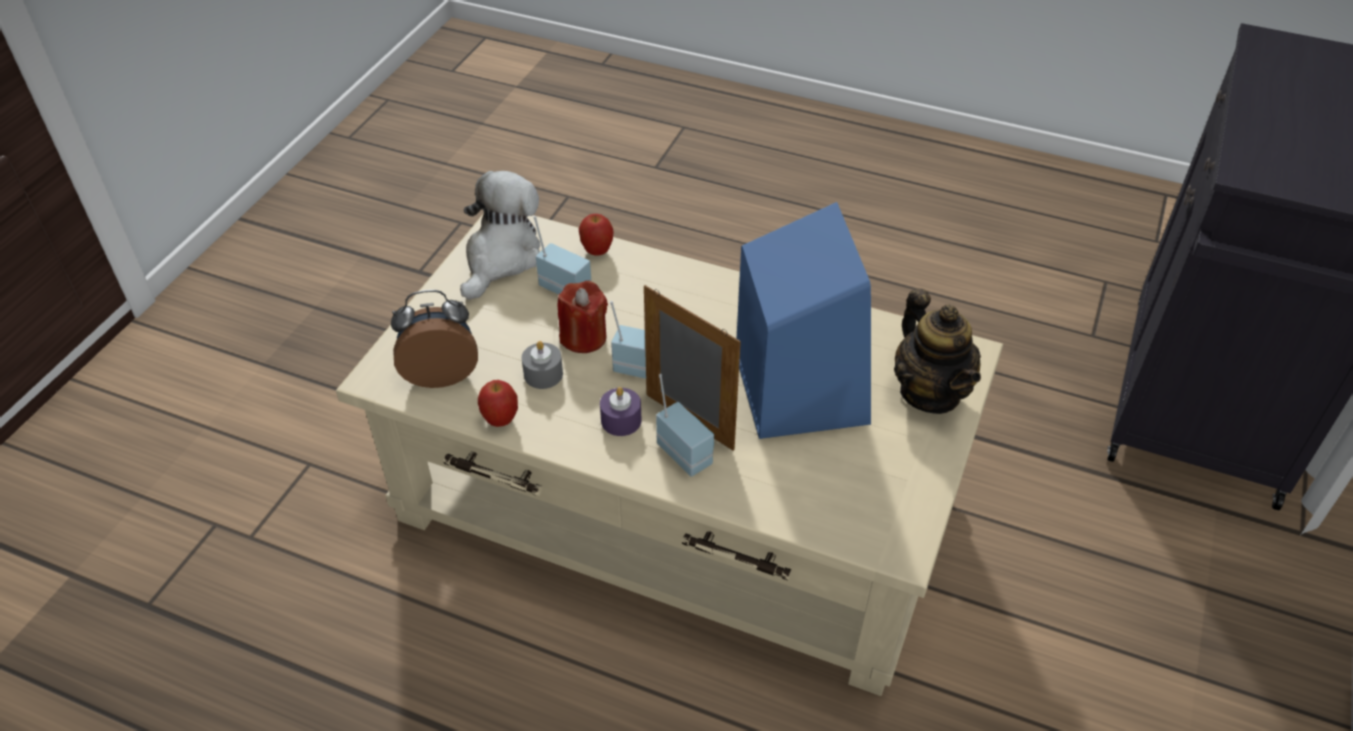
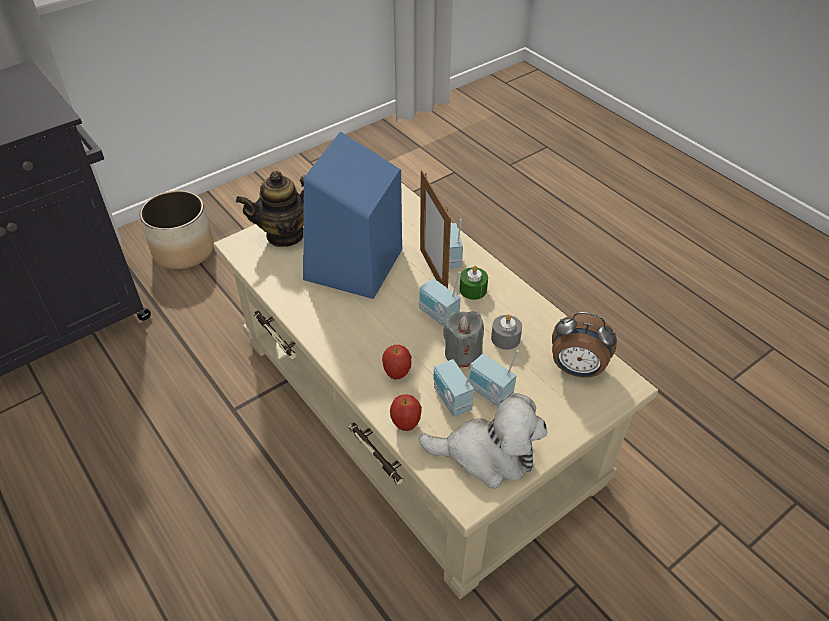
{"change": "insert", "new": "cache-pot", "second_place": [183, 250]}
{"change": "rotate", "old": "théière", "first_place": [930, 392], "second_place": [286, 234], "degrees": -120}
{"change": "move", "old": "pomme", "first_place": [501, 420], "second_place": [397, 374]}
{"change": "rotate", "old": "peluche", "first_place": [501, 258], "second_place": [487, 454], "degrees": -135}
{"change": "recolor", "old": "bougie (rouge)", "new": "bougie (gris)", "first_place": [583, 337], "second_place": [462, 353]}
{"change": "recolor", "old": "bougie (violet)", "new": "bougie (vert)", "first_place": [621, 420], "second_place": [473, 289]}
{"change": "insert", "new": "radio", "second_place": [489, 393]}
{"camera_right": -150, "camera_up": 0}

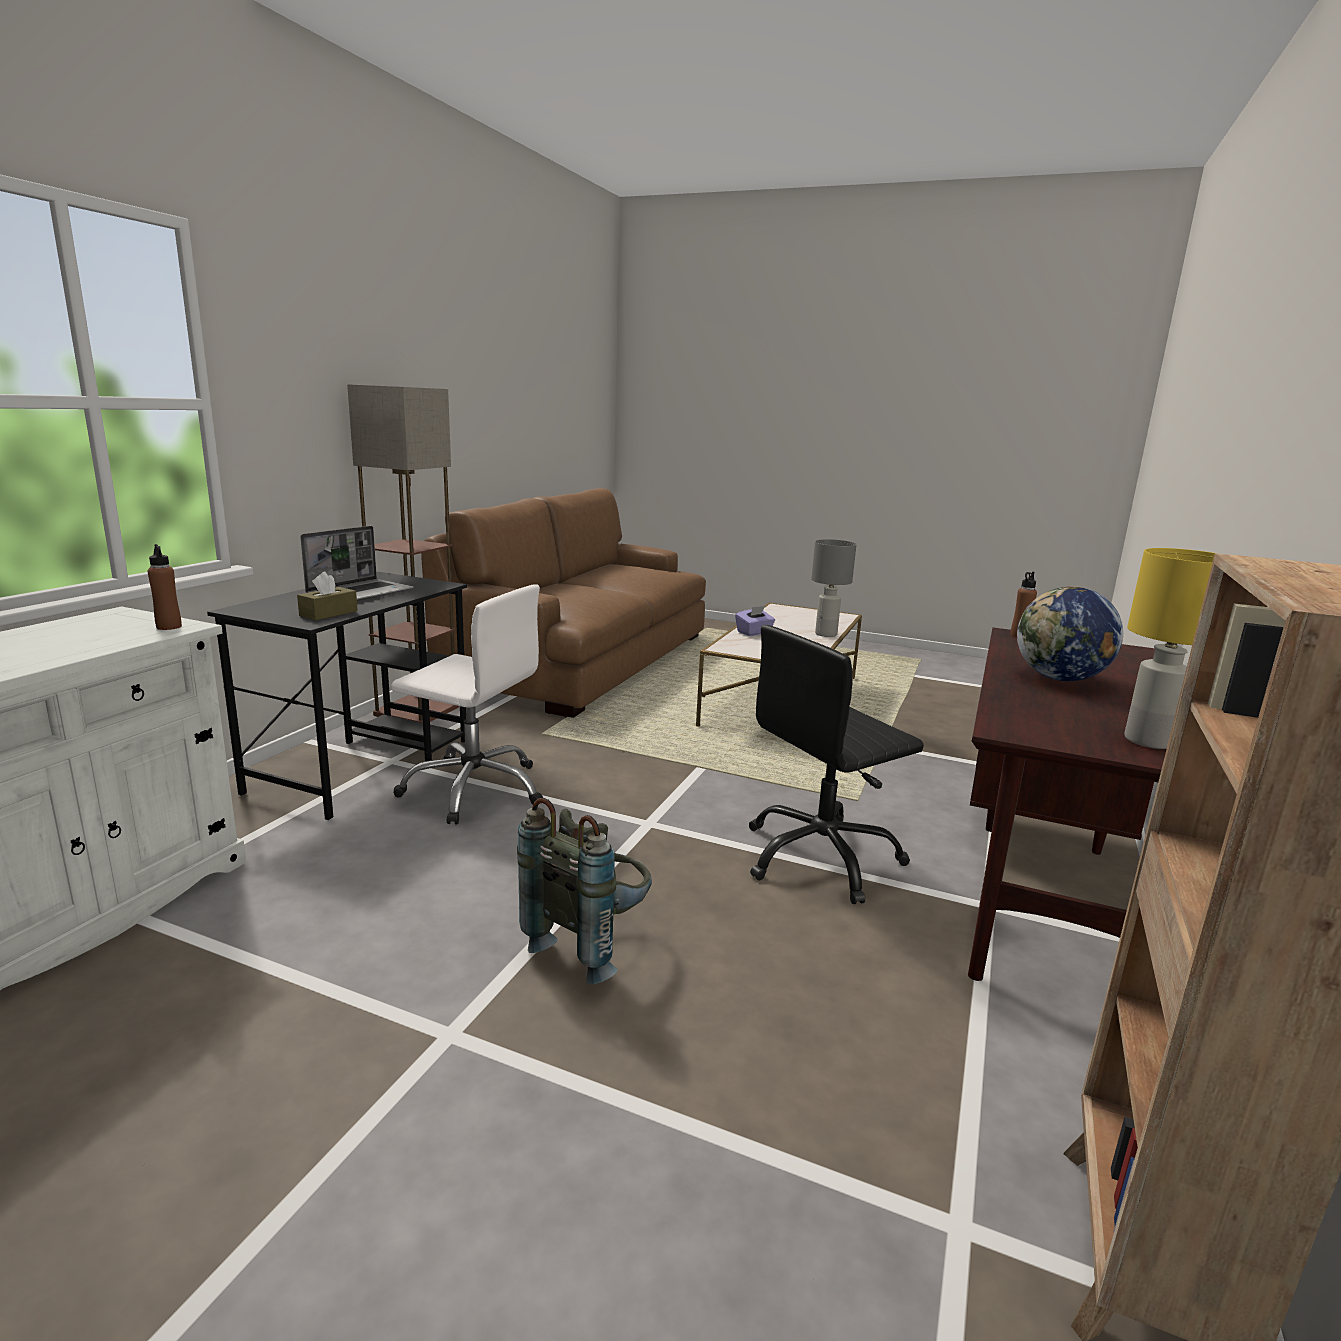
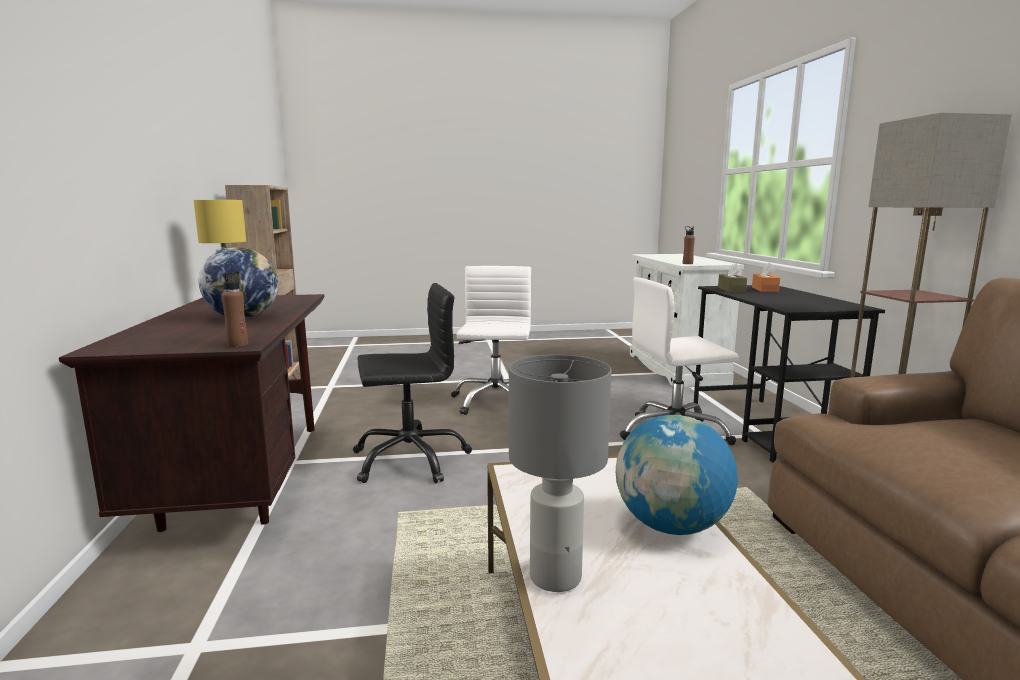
{"change": "rotate", "old": "chaise de bureau (noir)", "first_place": [821, 857], "second_place": [410, 459], "degrees": 45}
{"change": "replace", "old": "sac à dos (gris)", "new": "chaise de bureau (blanc)", "first_place": [590, 942], "second_place": [495, 401]}
{"change": "replace", "old": "boîte à mouchoirs (violet)", "new": "globe", "first_place": [754, 632], "second_place": [671, 526]}
{"change": "insert", "new": "boîte à mouchoirs (orange)", "second_place": [764, 289]}
{"change": "delete", "old": "ordinateur portable", "first_place": [361, 593]}
{"camera_right": 150, "camera_up": -5}

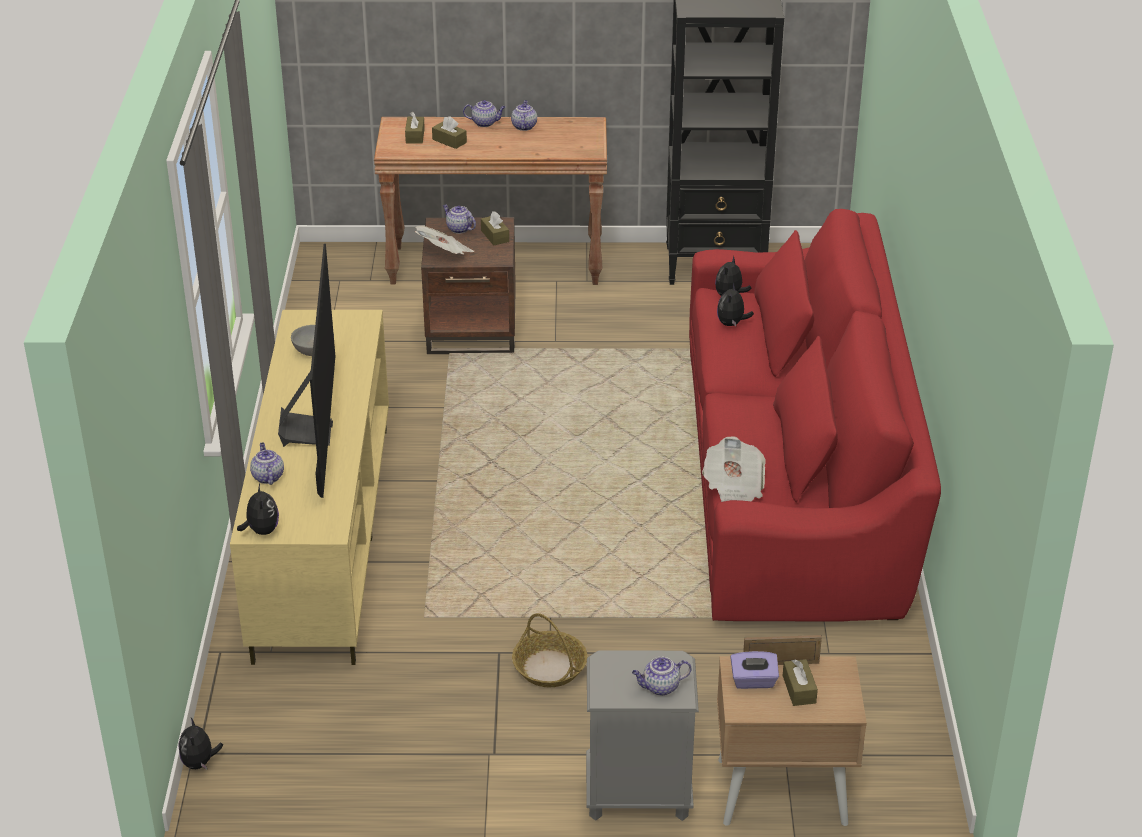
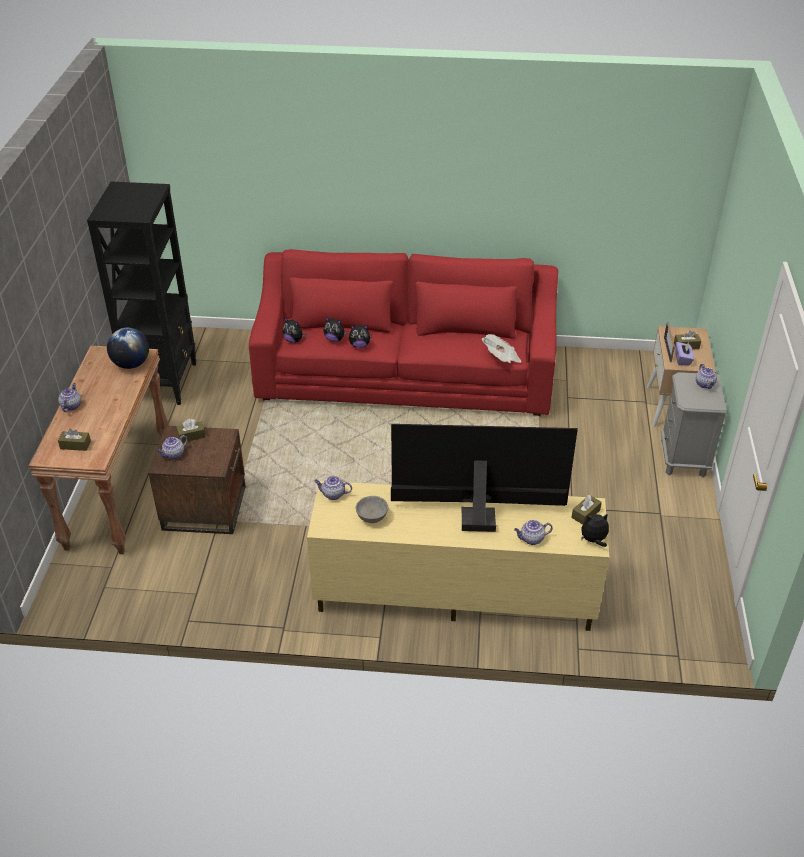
{"change": "insert", "new": "globe", "second_place": [131, 364]}
{"change": "move", "old": "théière", "first_place": [524, 126], "second_place": [333, 494]}
{"change": "move", "old": "peluche", "first_place": [200, 763], "second_place": [359, 345]}
{"change": "move", "old": "boîte à mouchoirs (marron)", "first_place": [449, 141], "second_place": [585, 514]}
{"change": "delete", "old": "journal", "first_place": [445, 254]}
{"change": "delete", "old": "panier", "first_place": [550, 668]}
{"camera_right": -85, "camera_up": 5}

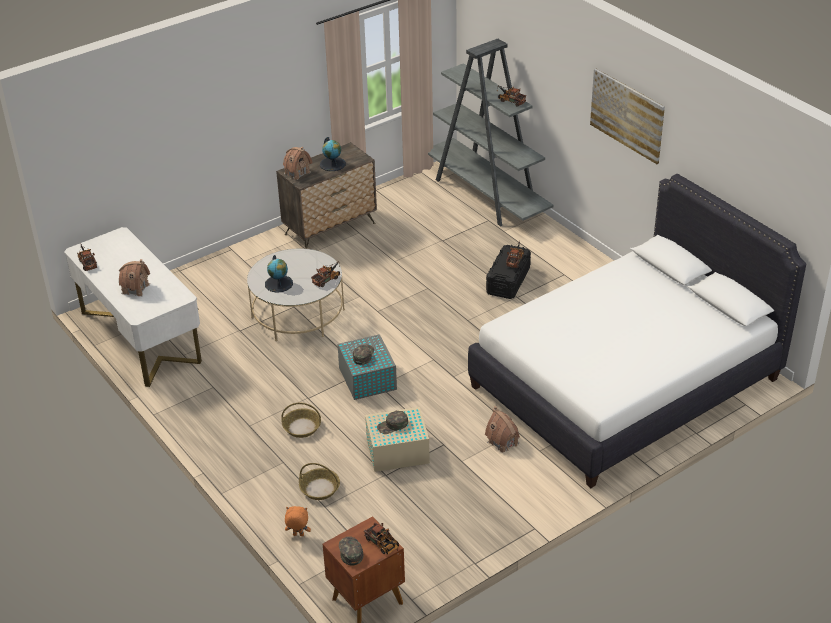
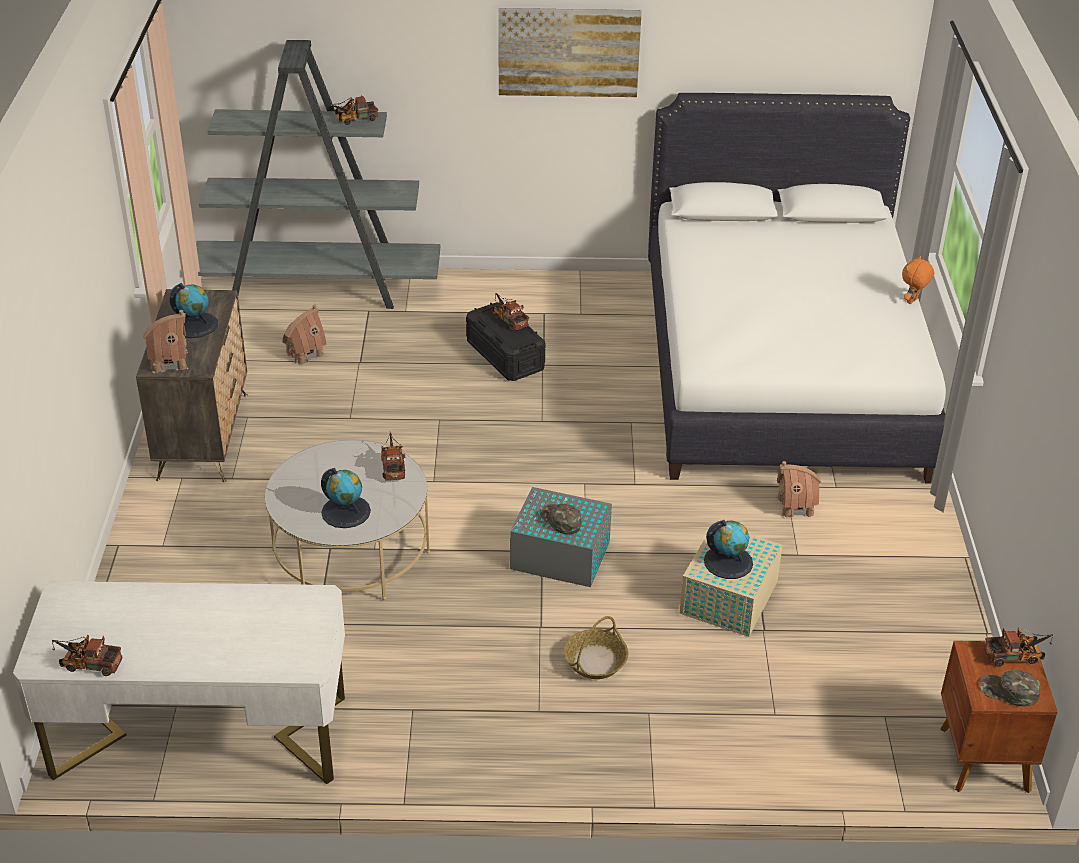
{"change": "move", "old": "maison miniature", "first_place": [136, 289], "second_place": [305, 353]}
{"change": "replace", "old": "casquette (vert)", "new": "globe", "first_place": [392, 425], "second_place": [728, 562]}
{"change": "move", "old": "peluche (orange)", "first_place": [298, 535], "second_place": [912, 301]}
{"change": "delete", "old": "panier", "first_place": [319, 488]}
{"camera_right": -55, "camera_up": 0}

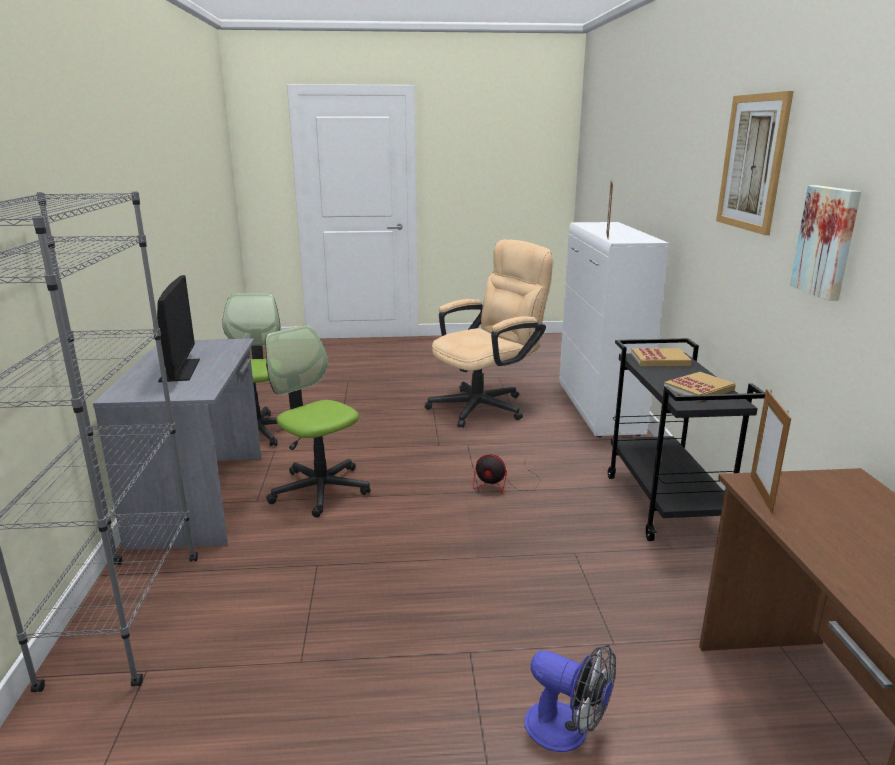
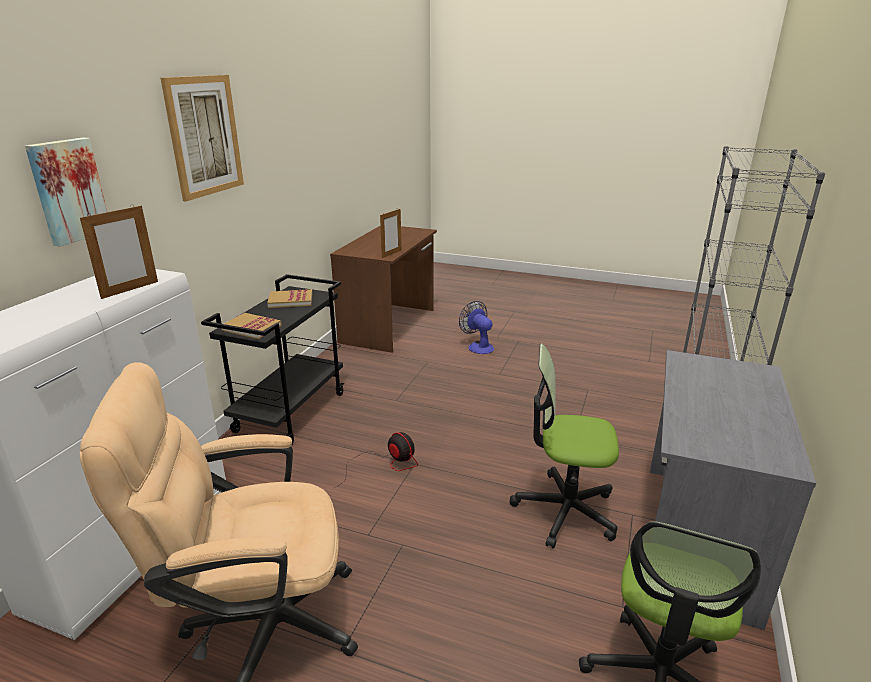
{"change": "move", "old": "tableau", "first_place": [827, 241], "second_place": [68, 191]}
{"change": "rotate", "old": "chaise de bureau", "first_place": [320, 490], "second_place": [565, 510], "degrees": 120}
{"change": "delete", "old": "écran d'ordinateur", "first_place": [180, 370]}
{"camera_right": -155, "camera_up": 5}

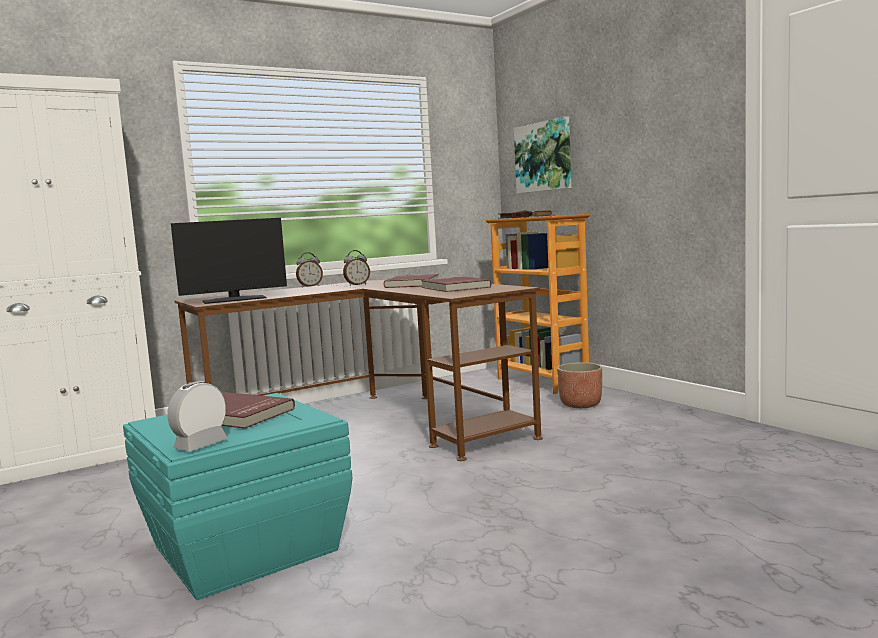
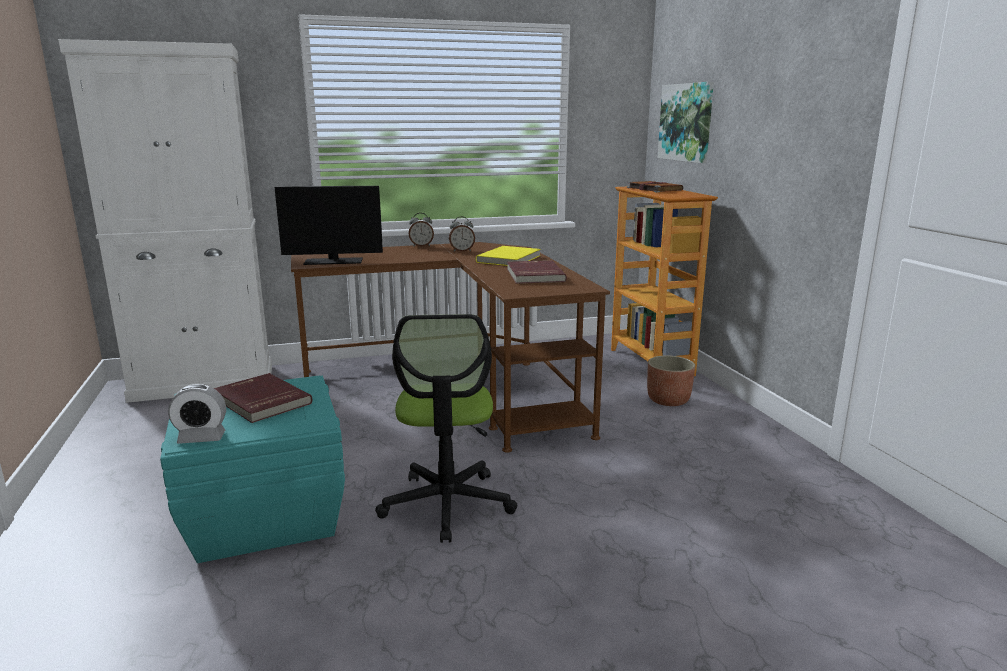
{"change": "rotate", "old": "réveil", "first_place": [201, 445], "second_place": [201, 438], "degrees": -150}
{"change": "insert", "new": "chaise de bureau", "second_place": [447, 504]}
{"change": "recolor", "old": "livre (rouge)", "new": "livre (jaune)", "first_place": [414, 284], "second_place": [510, 259]}
{"camera_right": 15, "camera_up": 10}

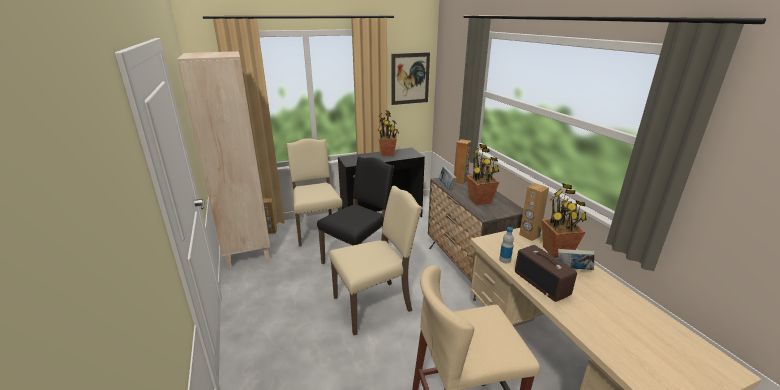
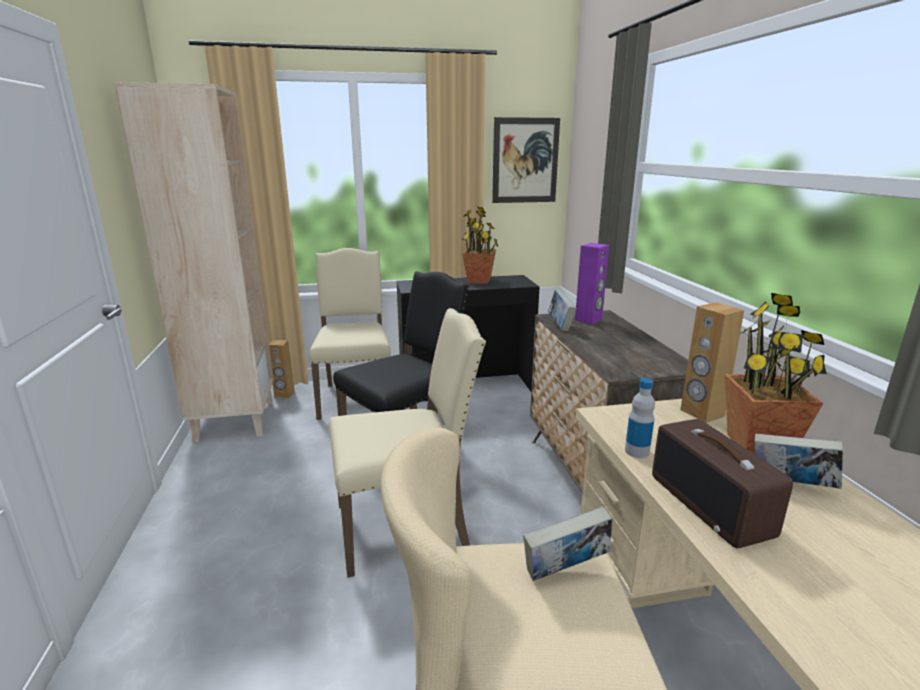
{"change": "insert", "new": "livre", "second_place": [565, 572]}
{"change": "recolor", "old": "enceinte (marron)", "new": "enceinte (violet)", "first_place": [460, 181], "second_place": [588, 320]}
{"change": "delete", "old": "plante en pot", "first_place": [480, 201]}
{"camera_right": 10, "camera_up": -5}

